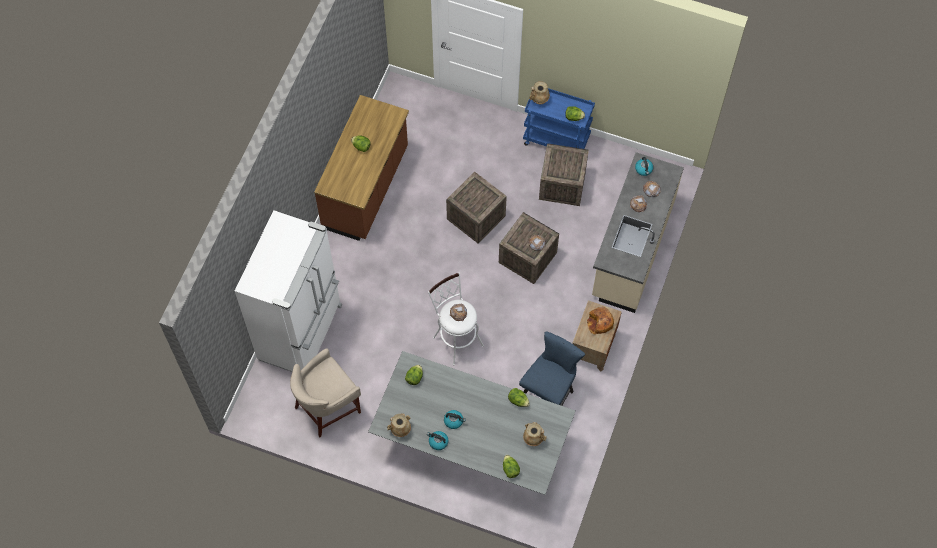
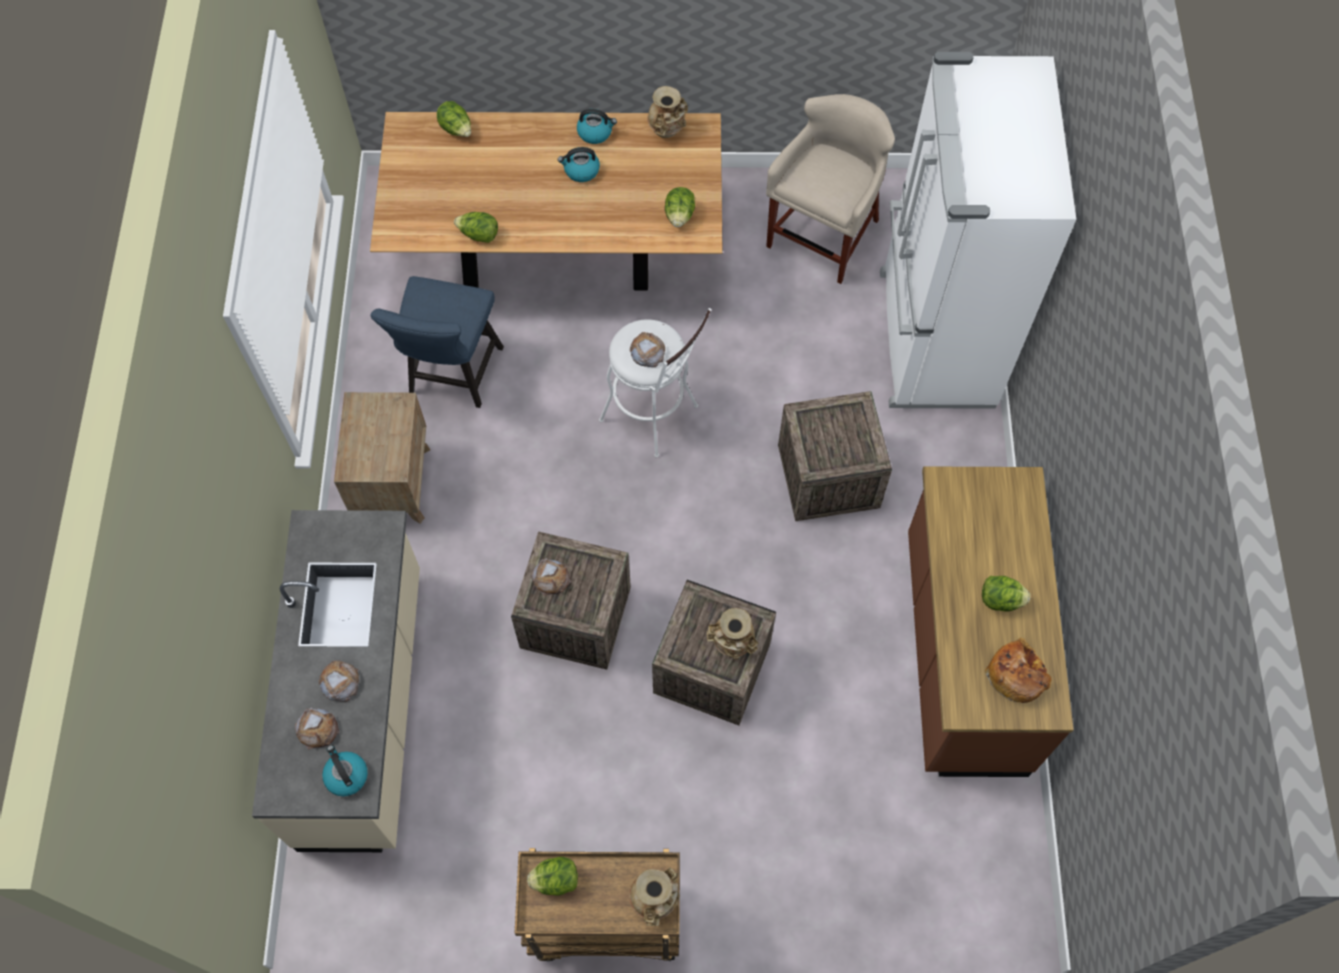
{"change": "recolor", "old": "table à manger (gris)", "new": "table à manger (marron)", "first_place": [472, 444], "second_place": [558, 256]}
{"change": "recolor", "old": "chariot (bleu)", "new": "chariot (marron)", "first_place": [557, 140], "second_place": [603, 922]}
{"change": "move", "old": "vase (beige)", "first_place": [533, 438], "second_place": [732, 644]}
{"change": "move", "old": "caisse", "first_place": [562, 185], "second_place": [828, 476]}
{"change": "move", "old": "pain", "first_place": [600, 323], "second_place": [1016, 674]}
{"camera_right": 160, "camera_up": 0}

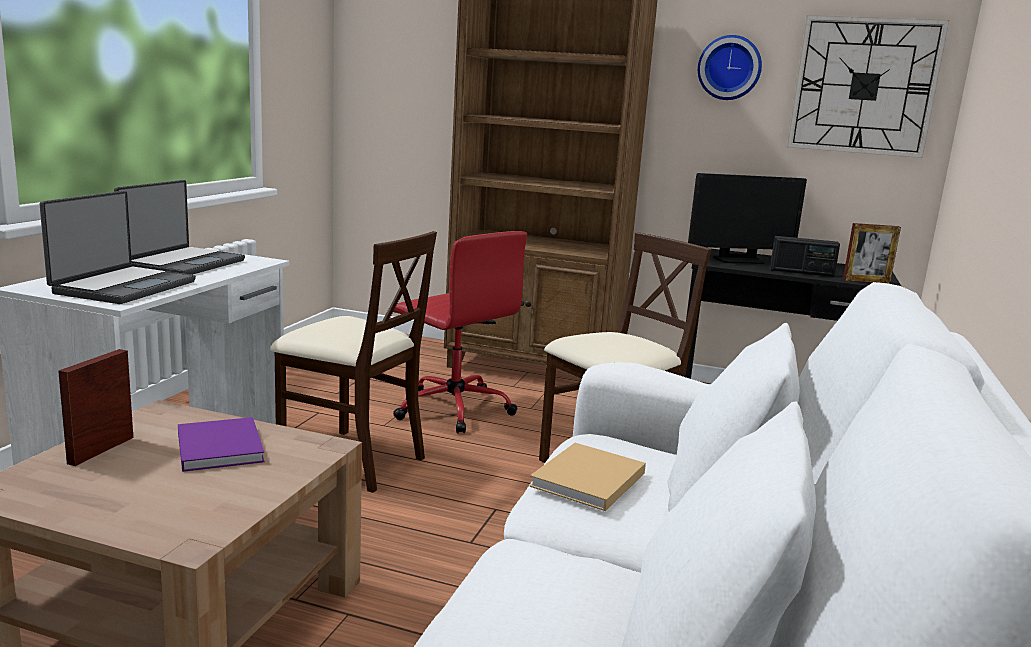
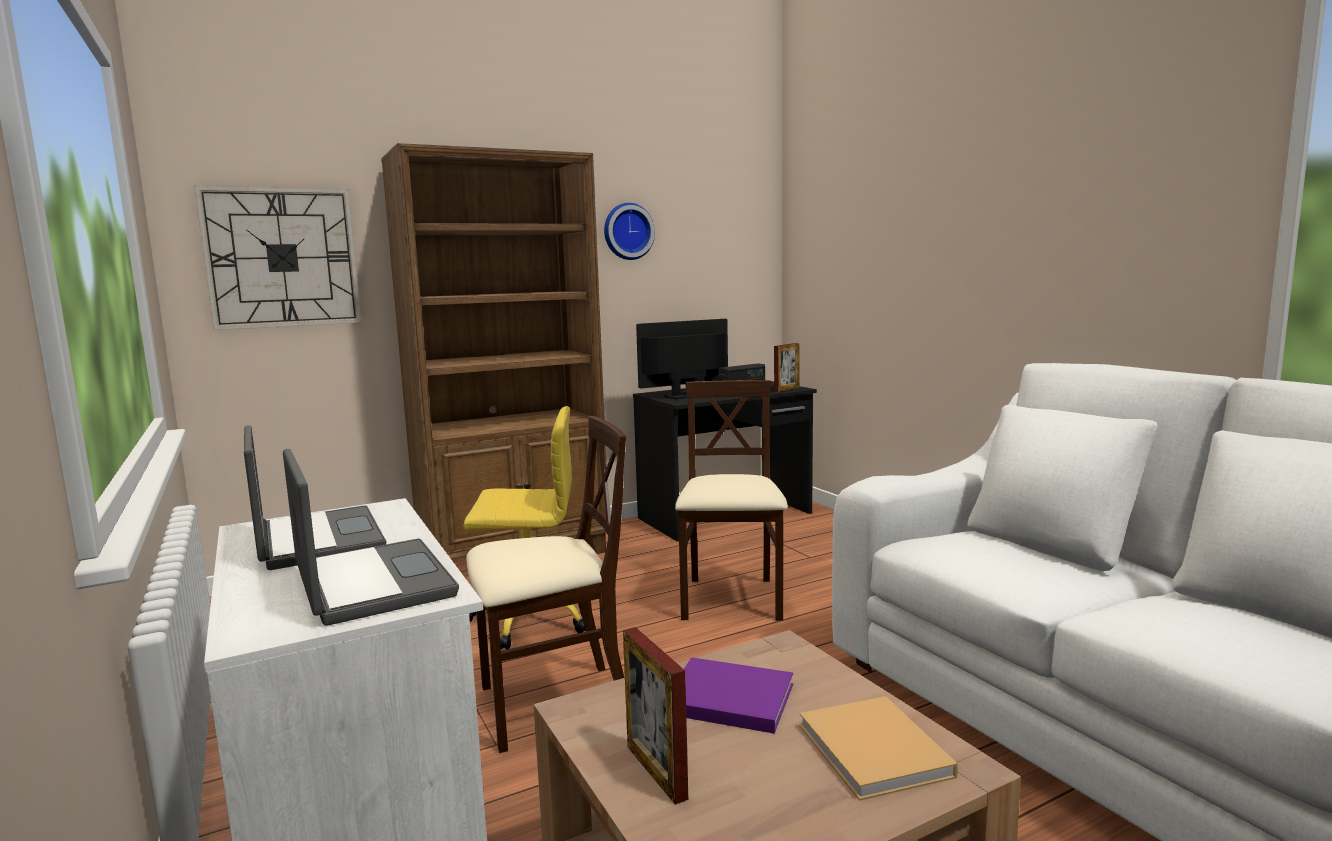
{"change": "move", "old": "horloge murale", "first_place": [864, 86], "second_place": [282, 258]}
{"change": "recolor", "old": "chaise de bureau (rouge)", "new": "chaise de bureau (jaune)", "first_place": [453, 408], "second_place": [529, 617]}
{"change": "rotate", "old": "écran d'ordinateur", "first_place": [738, 260], "second_place": [686, 395], "degrees": -150}
{"change": "move", "old": "livre (beige)", "first_place": [586, 481], "second_place": [876, 753]}
{"camera_right": -45, "camera_up": -5}

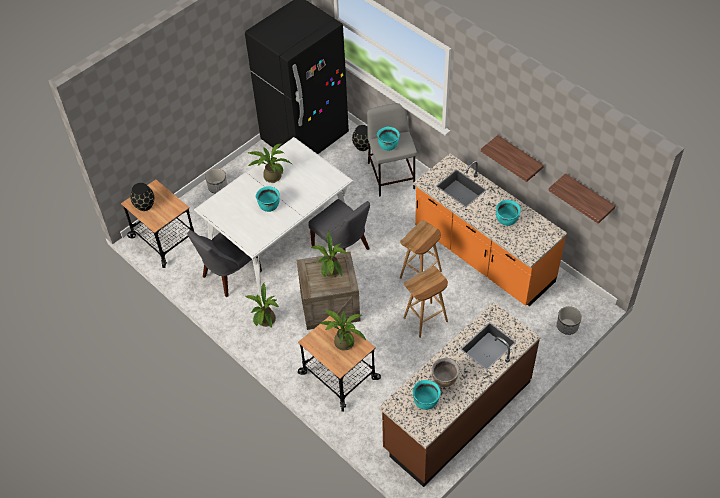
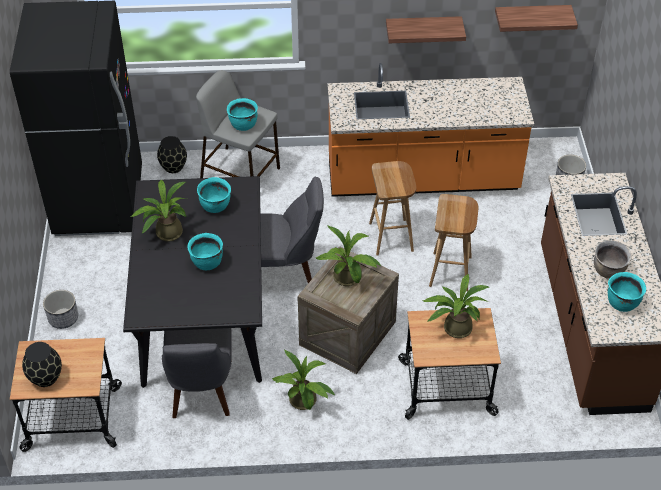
{"change": "recolor", "old": "table à manger (blanc)", "new": "table à manger (noir)", "first_place": [280, 235], "second_place": [203, 310]}
{"change": "move", "old": "marmite (turquoise)", "first_place": [507, 220], "second_place": [215, 206]}
{"camera_right": -50, "camera_up": -5}

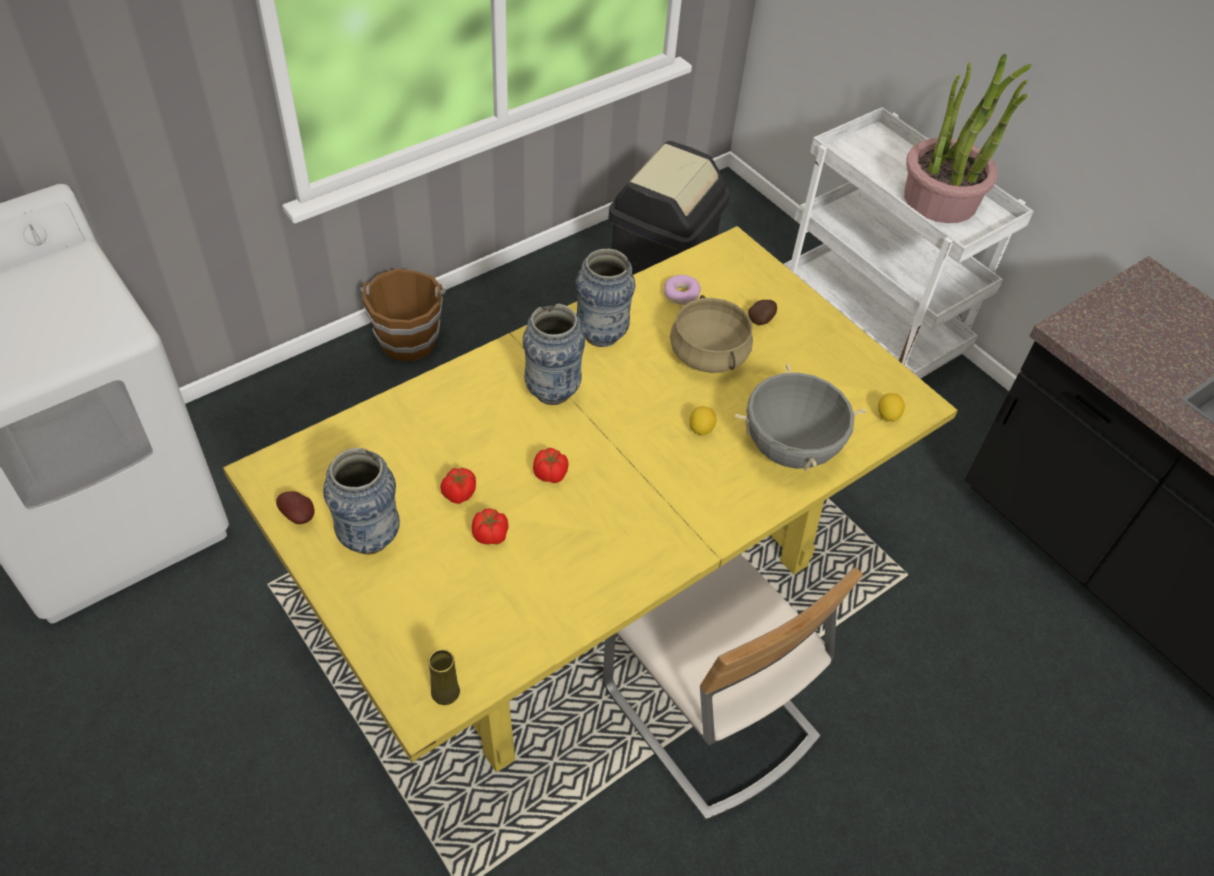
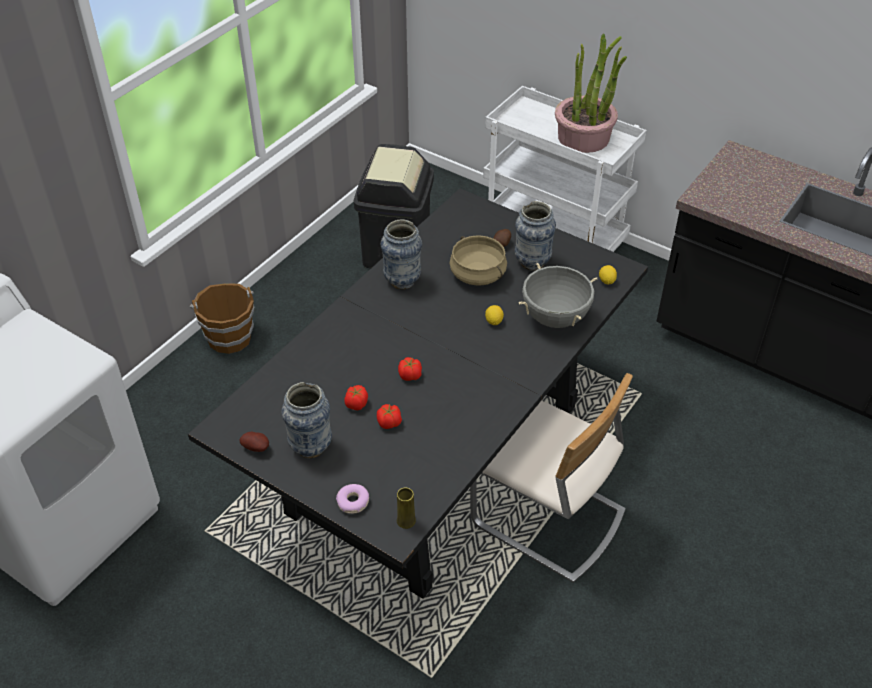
{"change": "recolor", "old": "table à manger (jaune)", "new": "table à manger (noir)", "first_place": [596, 578], "second_place": [436, 457]}
{"change": "move", "old": "beignet", "first_place": [681, 295], "second_place": [353, 502]}
{"change": "move", "old": "vase", "first_place": [552, 391], "second_place": [532, 262]}
{"camera_right": -15, "camera_up": -5}

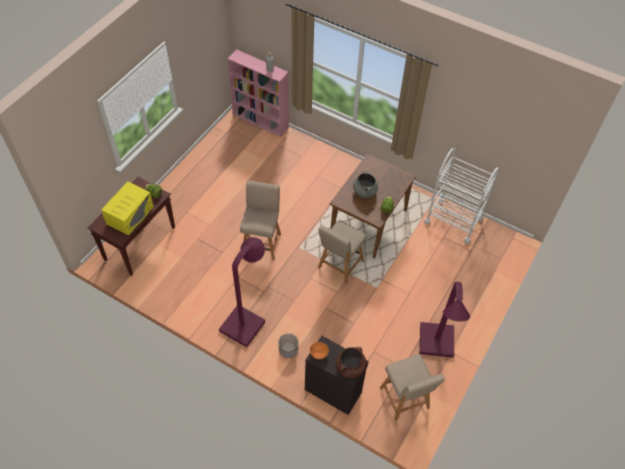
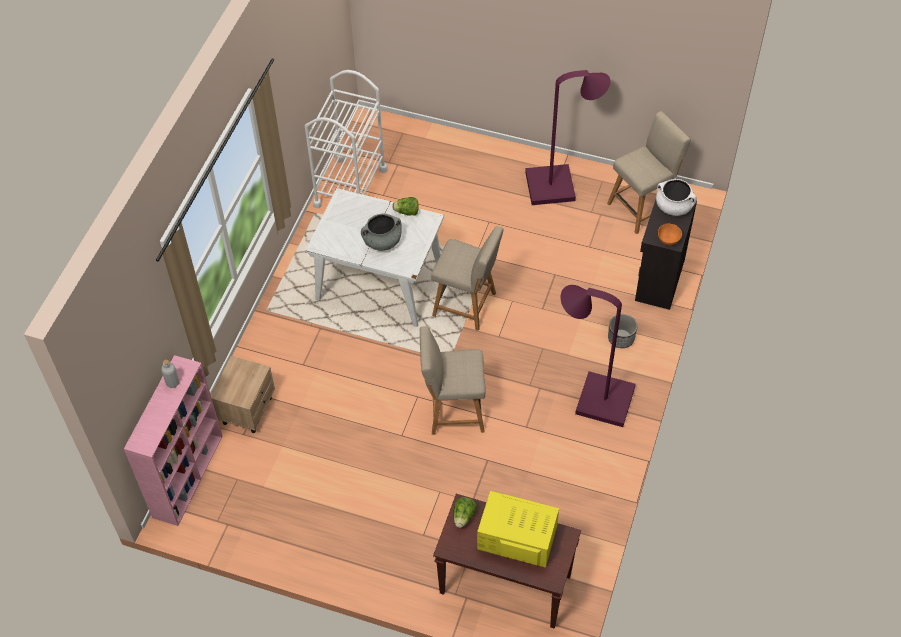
{"change": "insert", "new": "table de chevet (beige)", "second_place": [247, 410]}
{"change": "recolor", "old": "table à manger (marron)", "new": "table à manger (blanc)", "first_place": [368, 223], "second_place": [380, 284]}
{"change": "recolor", "old": "marmite (marron)", "new": "marmite (blanc)", "first_place": [350, 367], "second_place": [674, 207]}
{"camera_right": -100, "camera_up": 0}

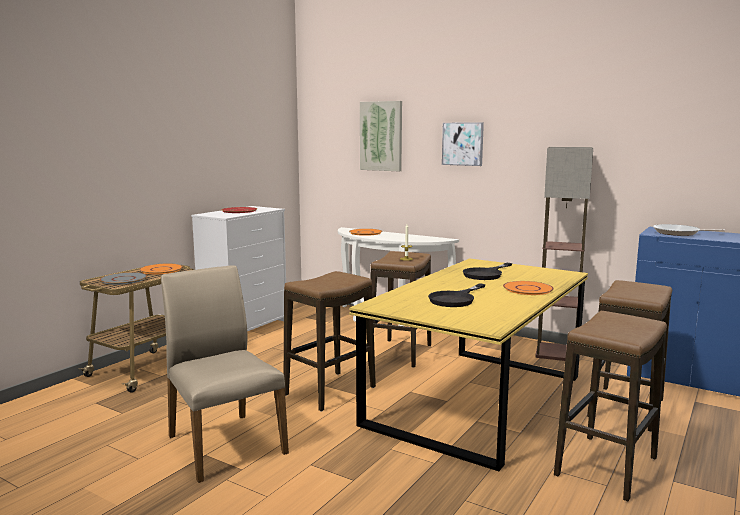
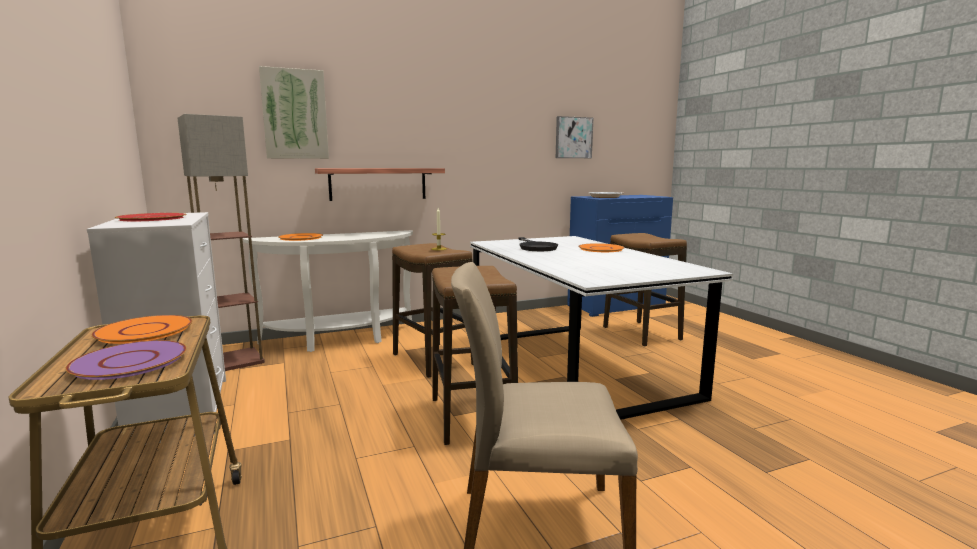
{"change": "recolor", "old": "assiette (gris)", "new": "assiette (violet)", "first_place": [124, 279], "second_place": [130, 361]}
{"change": "move", "old": "lampadaire", "first_place": [556, 352], "second_place": [234, 361]}
{"change": "insert", "new": "étagère", "second_place": [378, 184]}
{"change": "recolor", "old": "table à manger (jaune)", "new": "table à manger (blanc)", "first_place": [478, 399], "second_place": [576, 365]}
{"change": "move", "old": "tableau", "first_place": [463, 144], "second_place": [573, 137]}
{"change": "delete", "old": "poêle (noir)", "first_place": [455, 299]}
{"change": "delete", "old": "tabouret", "first_place": [606, 467]}
{"camera_right": -55, "camera_up": 0}

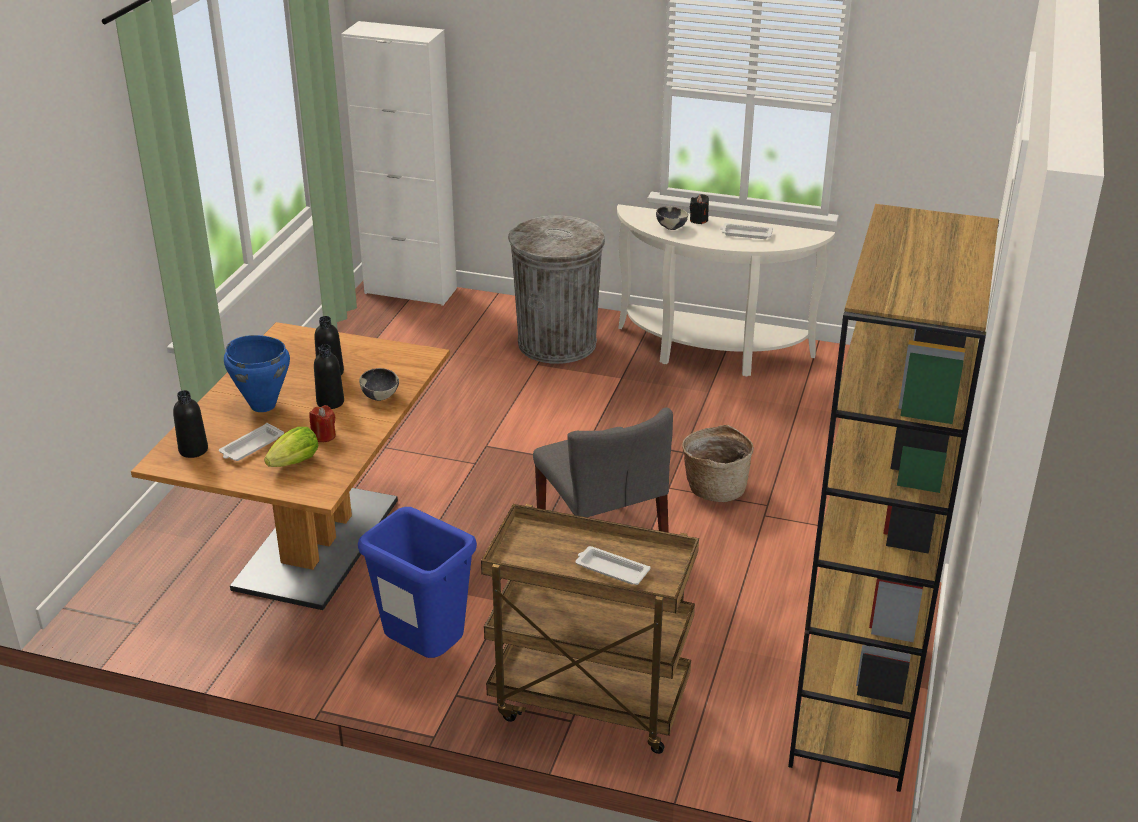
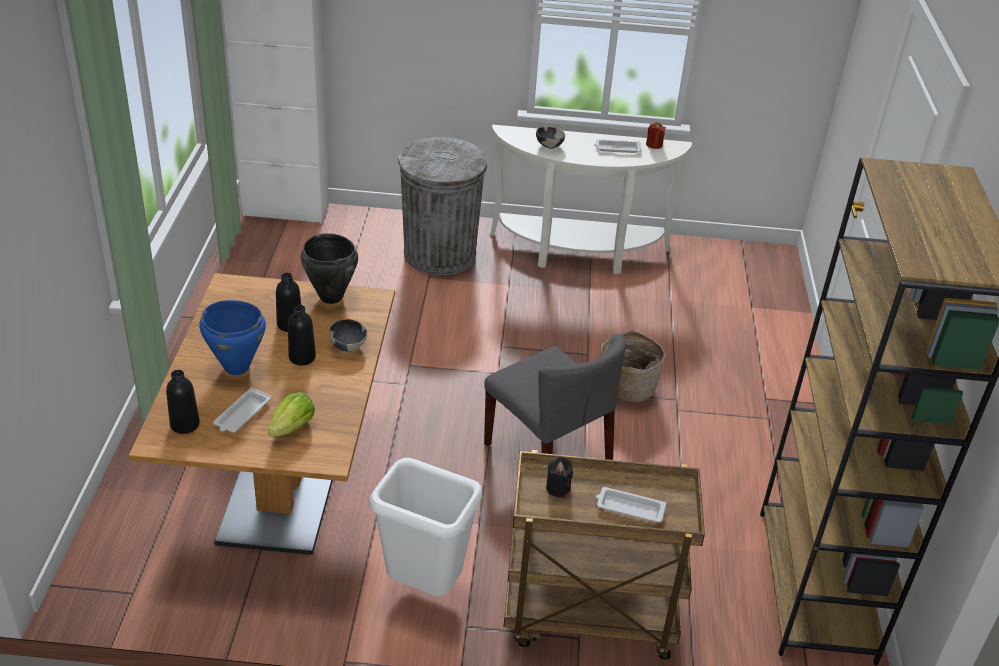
{"change": "insert", "new": "marmite (noir)", "second_place": [330, 297]}
{"change": "recolor", "old": "poubelle (bleu)", "new": "poubelle (blanc)", "first_place": [424, 653], "second_place": [423, 587]}
{"change": "move", "old": "bougie (noir)", "first_place": [698, 220], "second_place": [558, 488]}
{"change": "move", "old": "bougie (rouge)", "first_place": [323, 436], "second_place": [654, 145]}
{"camera_right": -15, "camera_up": 5}

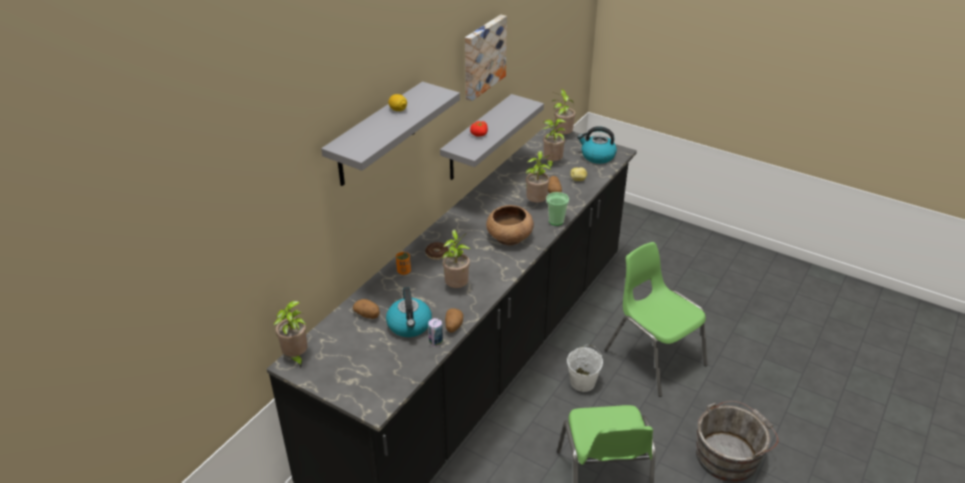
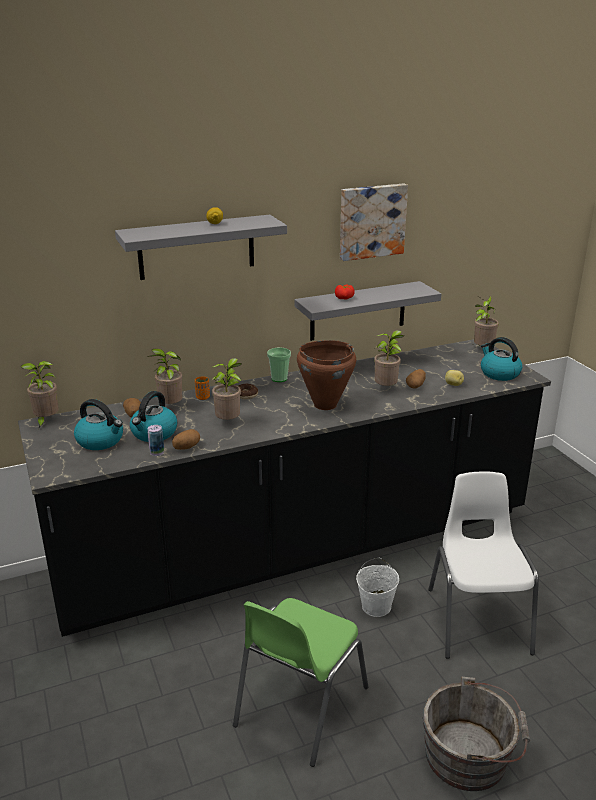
{"change": "insert", "new": "bouilloire", "second_place": [101, 441]}
{"change": "move", "old": "plante en pot", "first_place": [552, 164], "second_place": [169, 408]}
{"change": "move", "old": "tasse", "first_place": [556, 221], "second_place": [279, 378]}
{"change": "replace", "old": "bol (marron)", "new": "marmite (marron)", "first_place": [509, 238], "second_place": [324, 404]}
{"change": "recolor", "old": "chaise (vert)", "new": "chaise (blanc)", "first_place": [653, 357], "second_place": [477, 619]}
{"camera_right": 35, "camera_up": -10}

